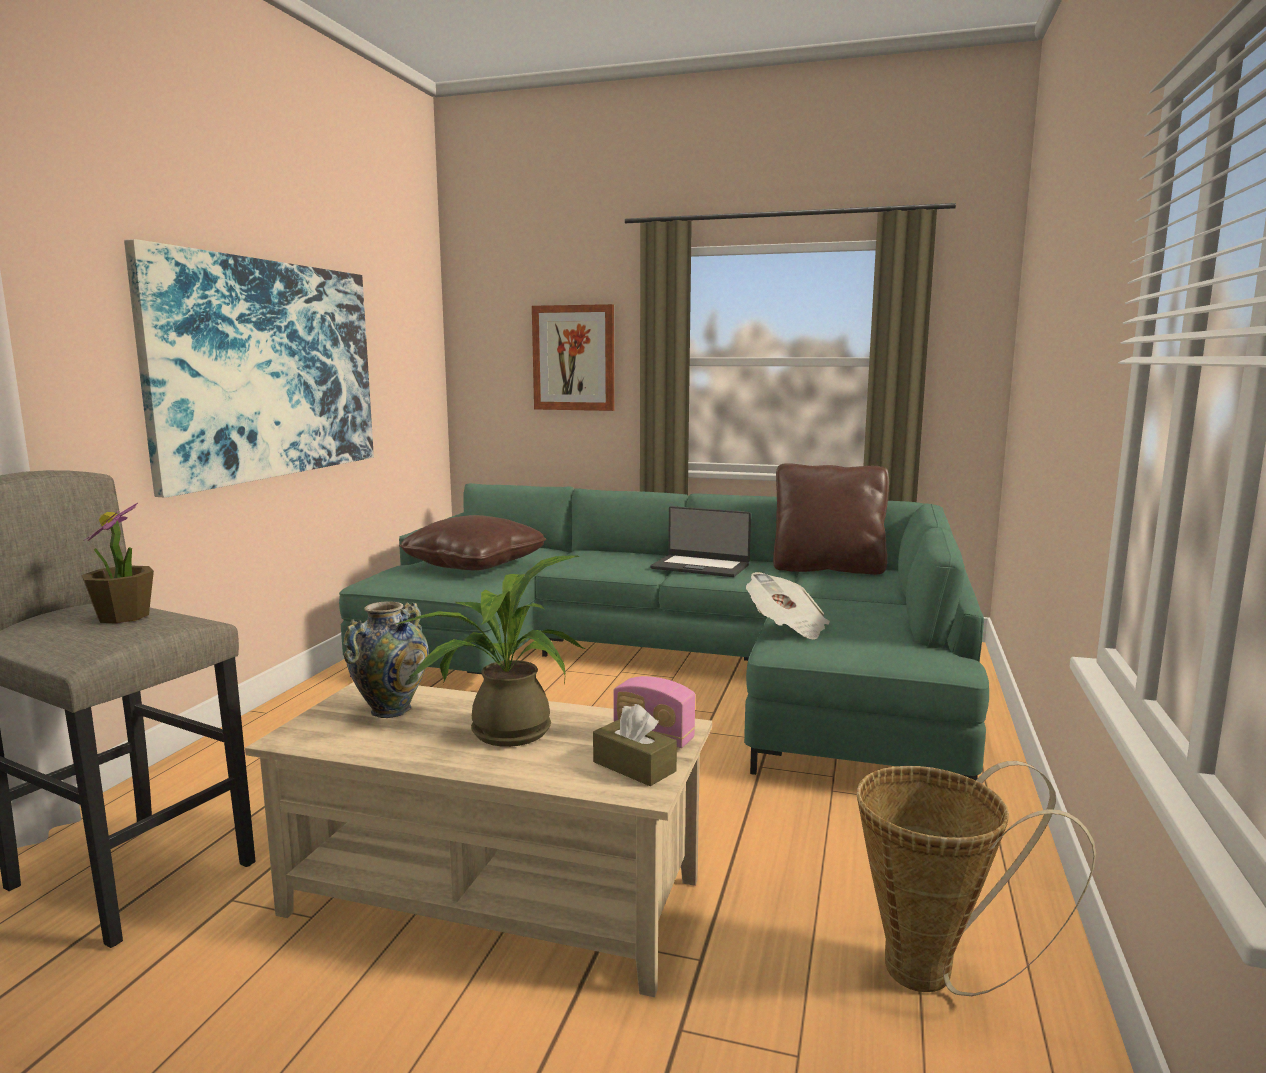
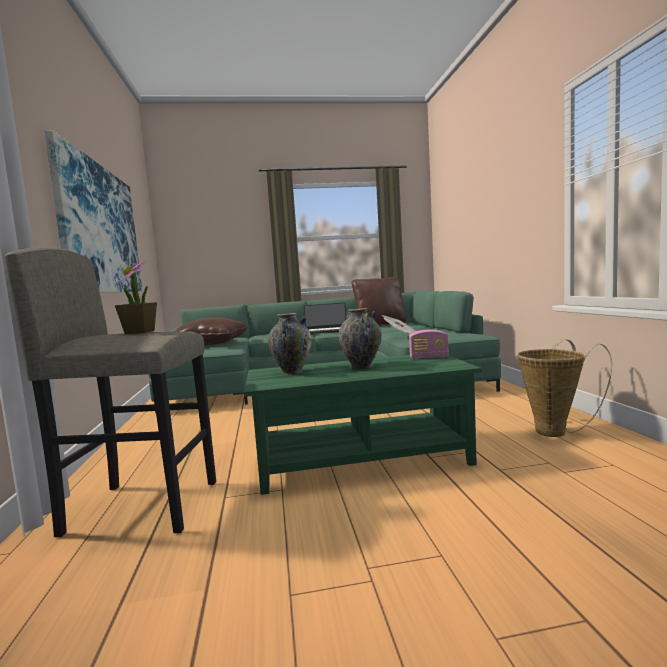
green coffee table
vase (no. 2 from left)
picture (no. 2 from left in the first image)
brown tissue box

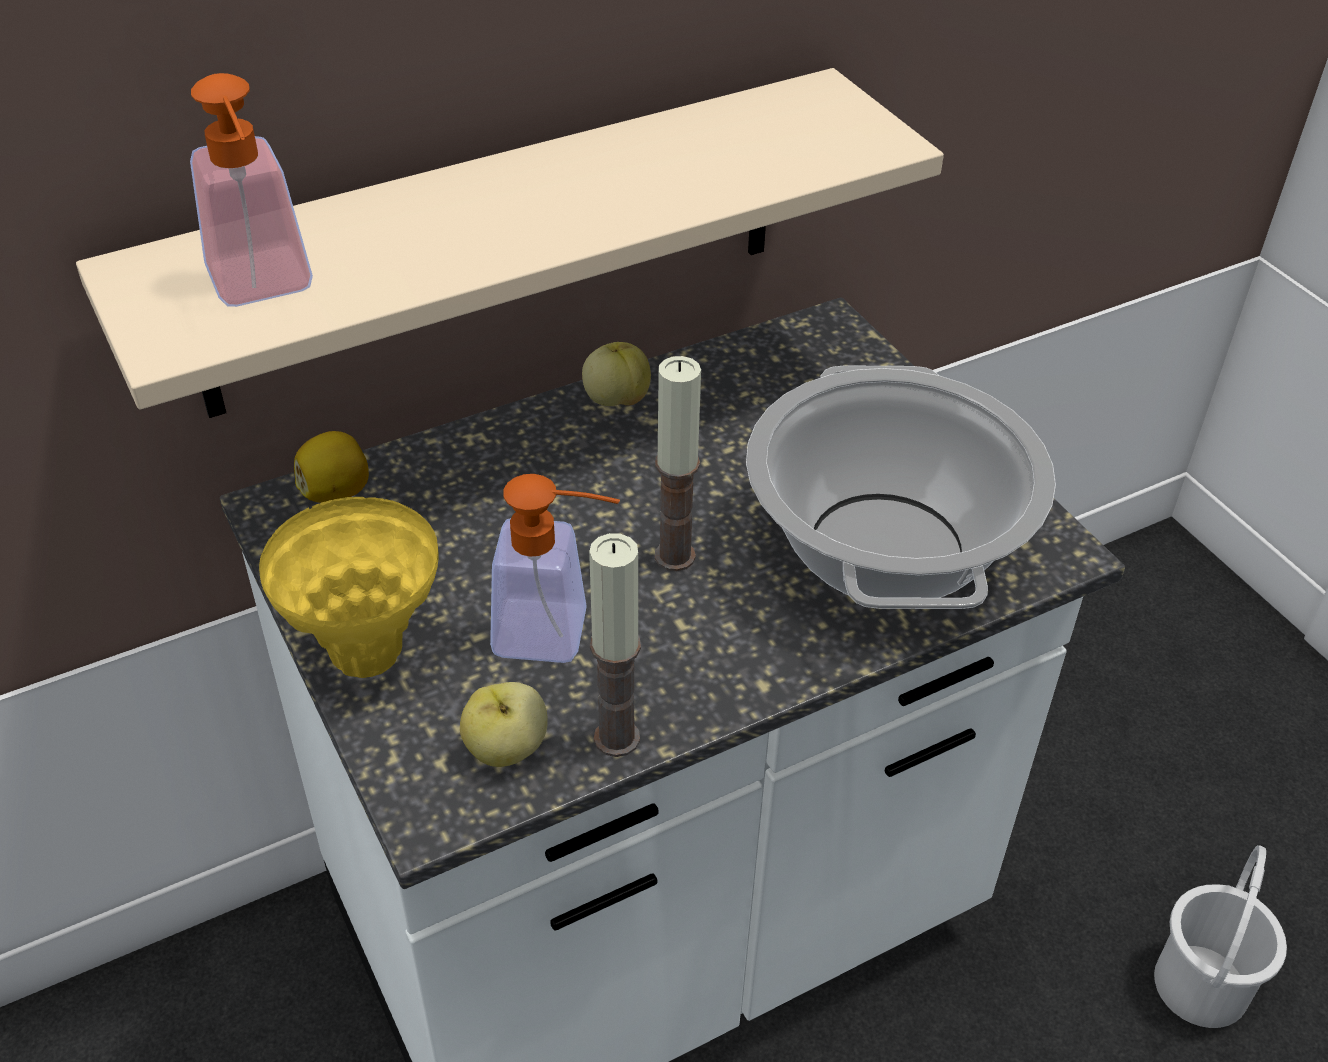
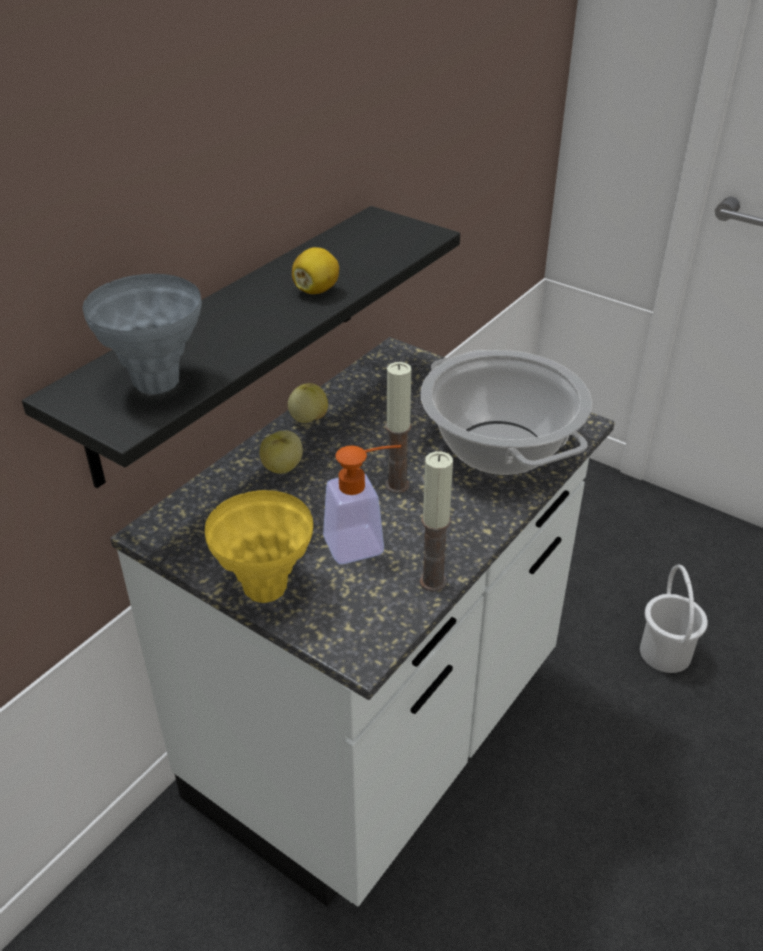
black shelf
grey vase
apple (no. 1 from left)
lemon

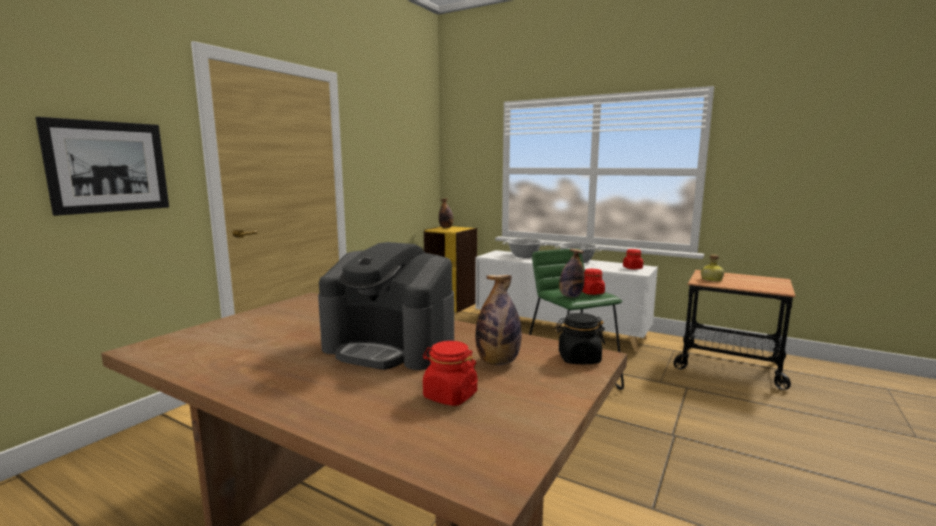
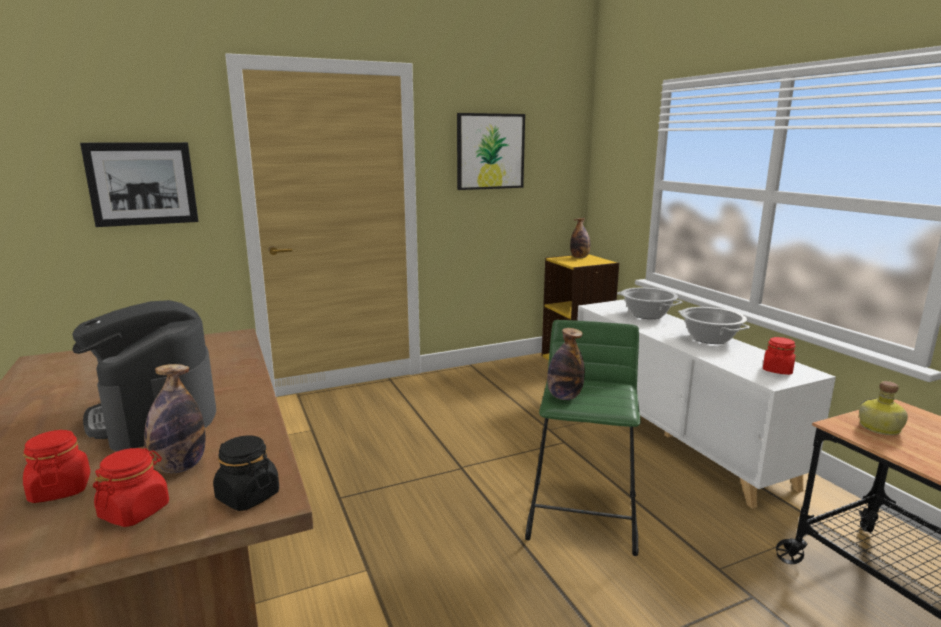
red jar (no. 2 from left)
picture (no. 2 from left)

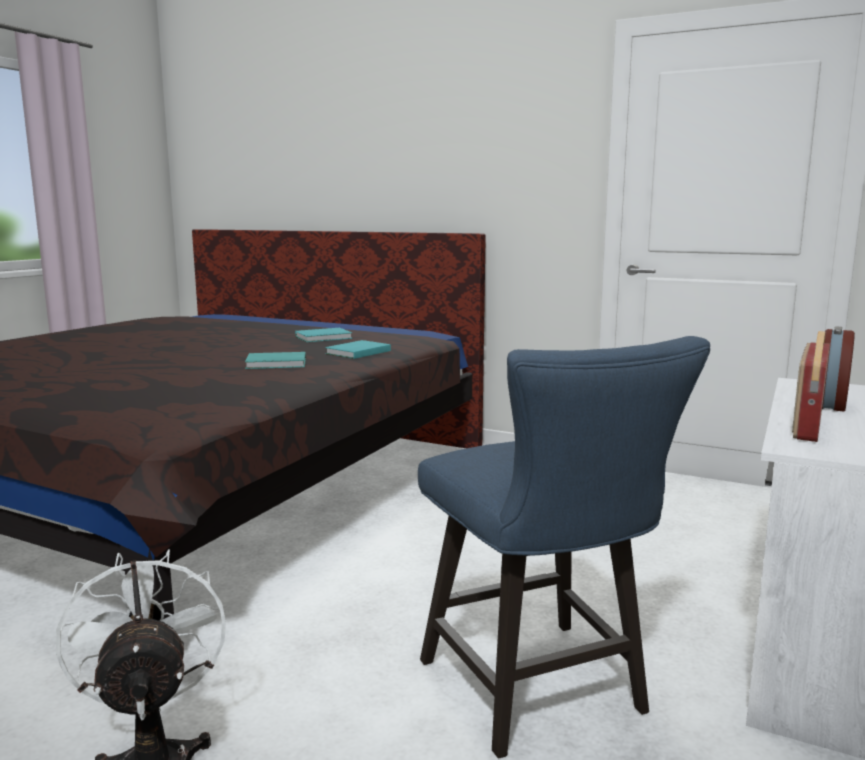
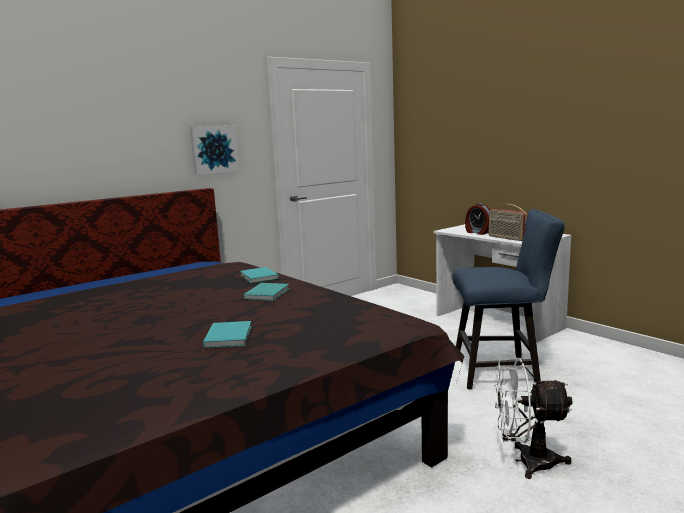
picture
turquoise book (no. 1 from left)

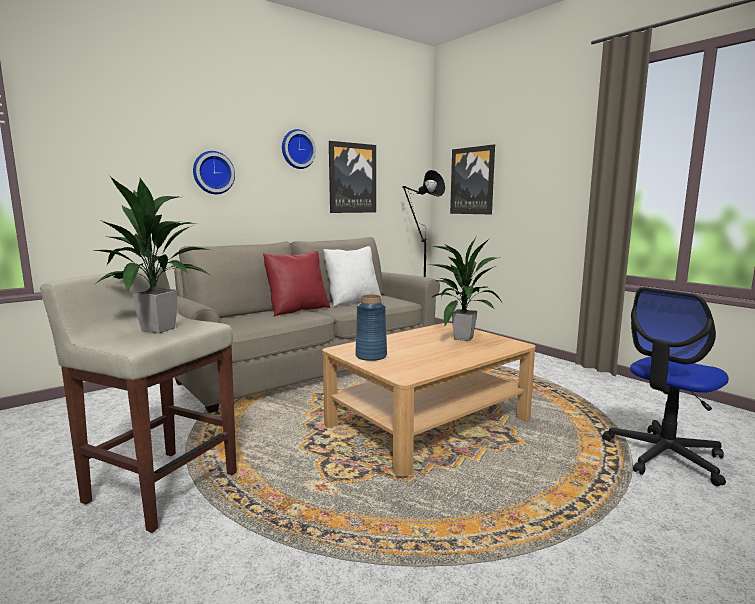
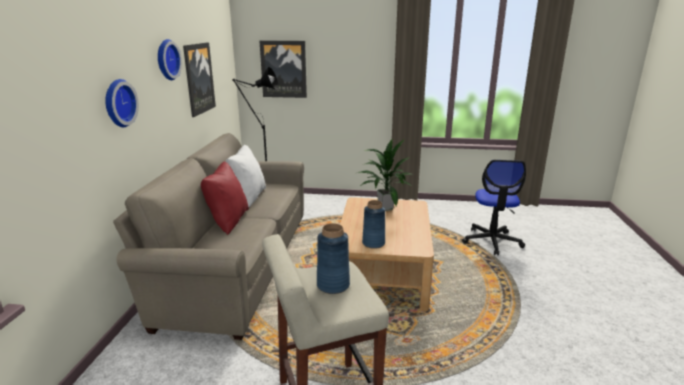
blue vase (no. 1 from left)

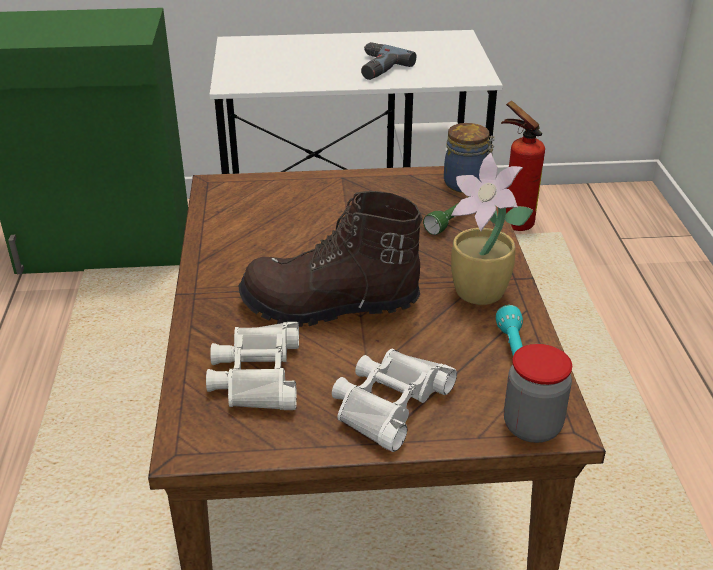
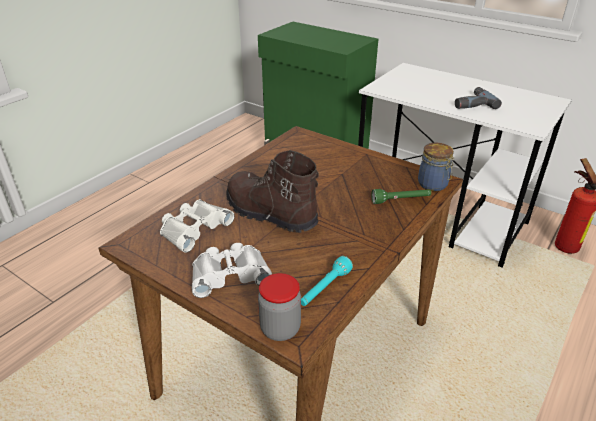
potted plant

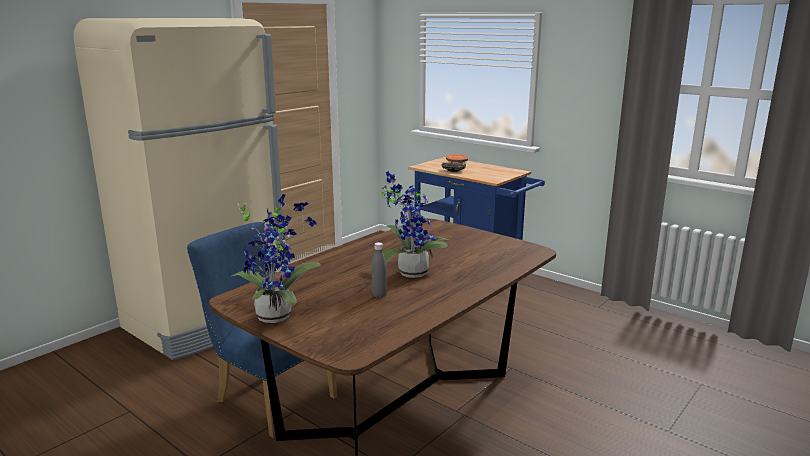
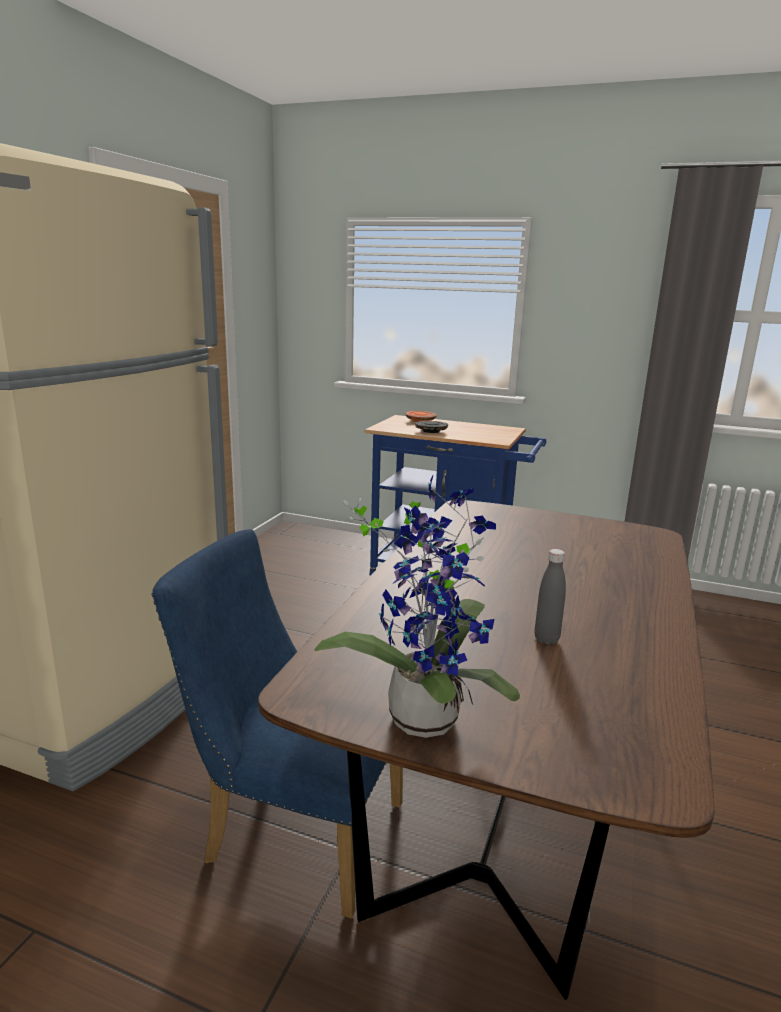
potted plant (no. 2 from left in the first image)

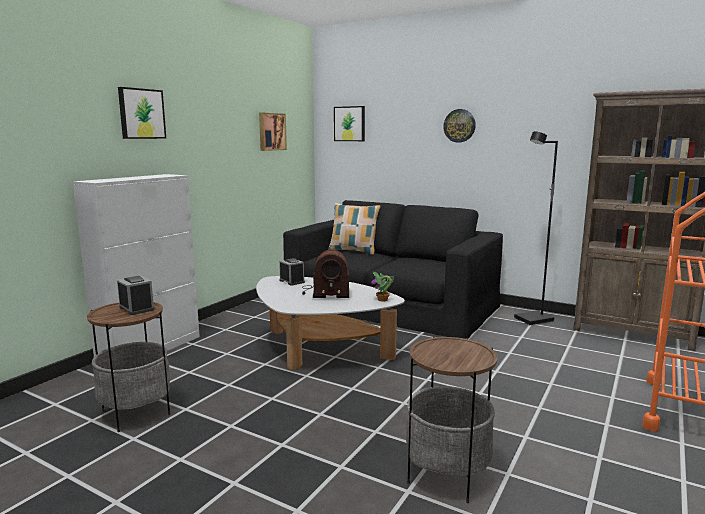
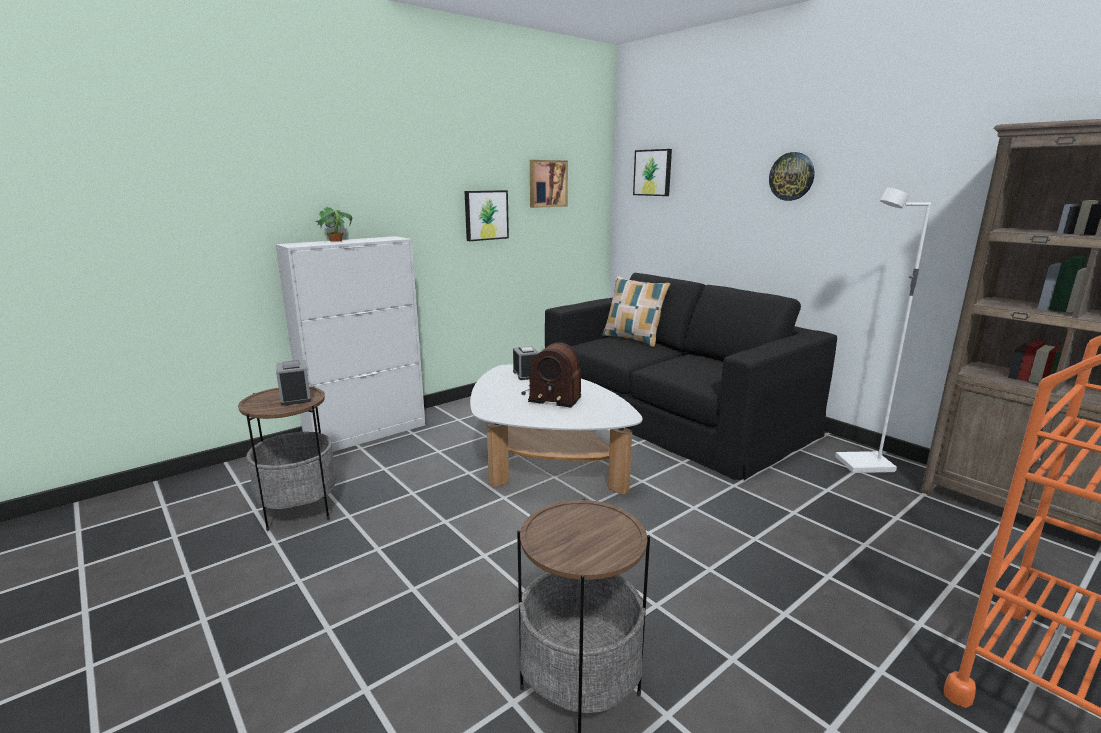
potted plant
picture (no. 1 from left)
white floor lamp

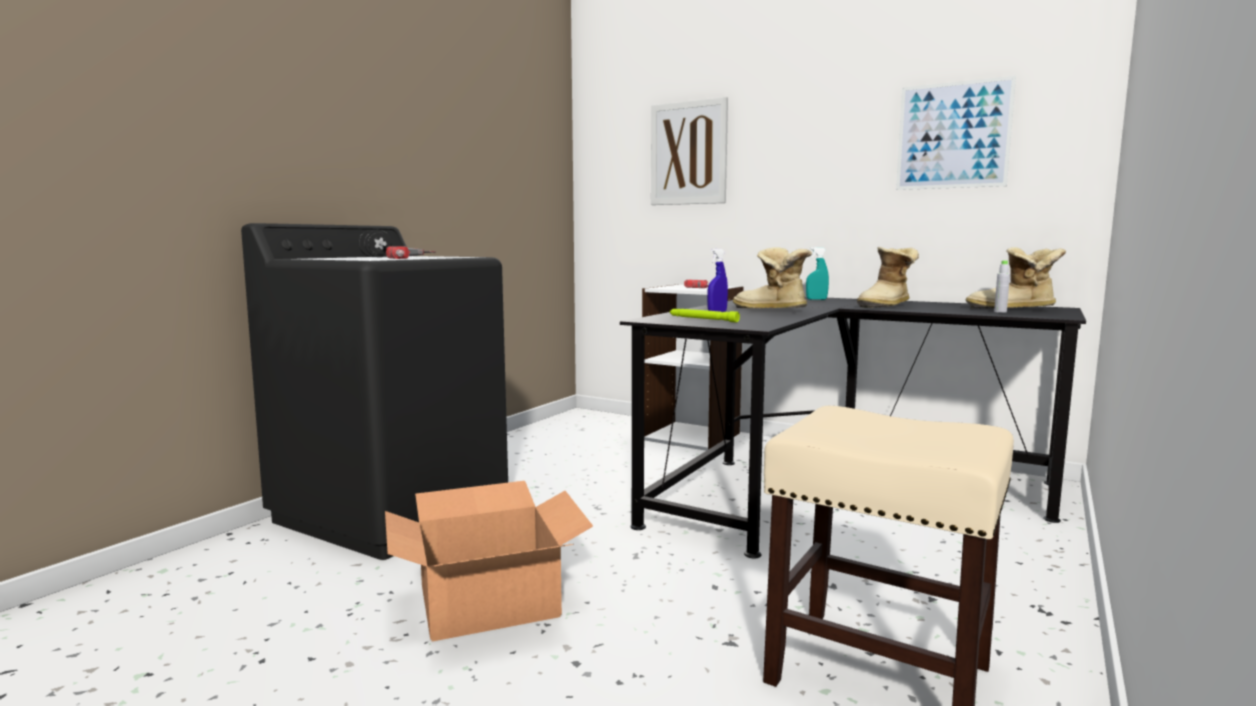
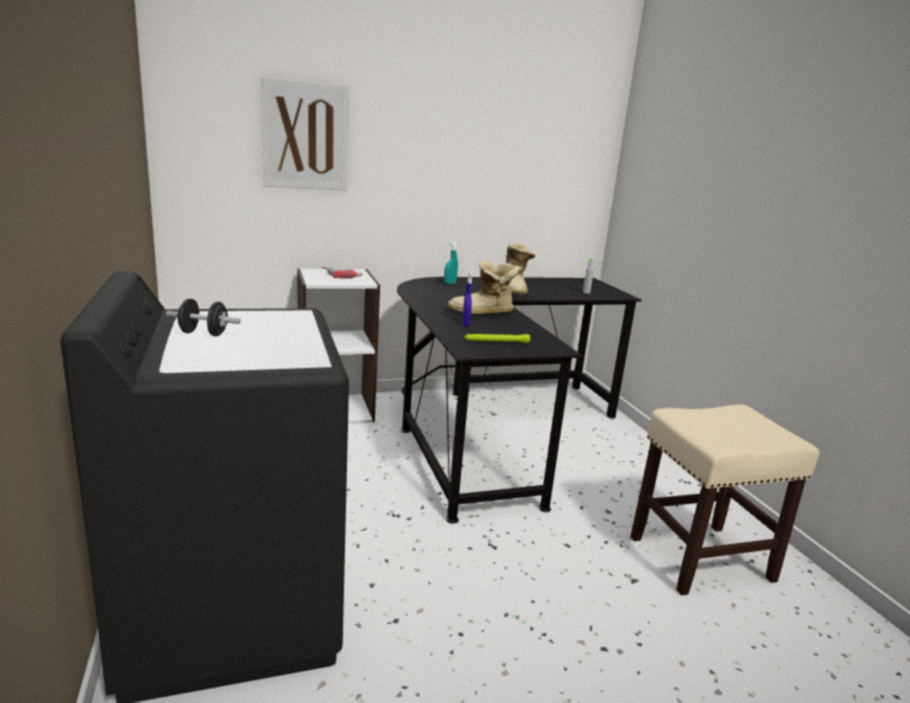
cardboard box
power drill (no. 1 from left in the first image)
picture (no. 2 from left in the first image)
boot (no. 3 from left in the first image)

